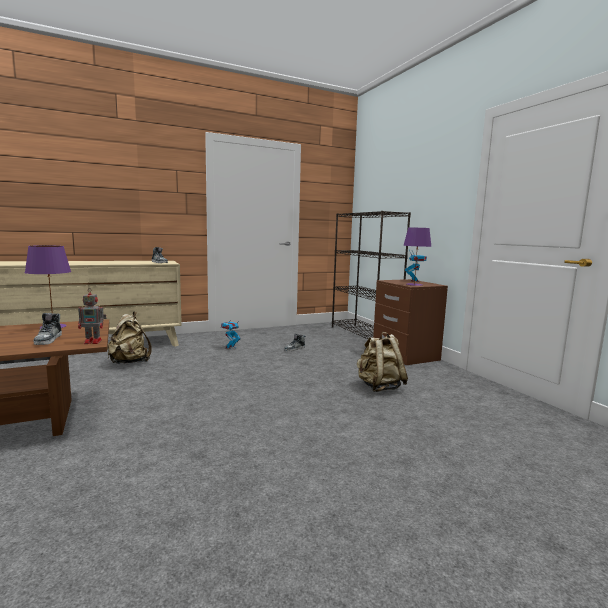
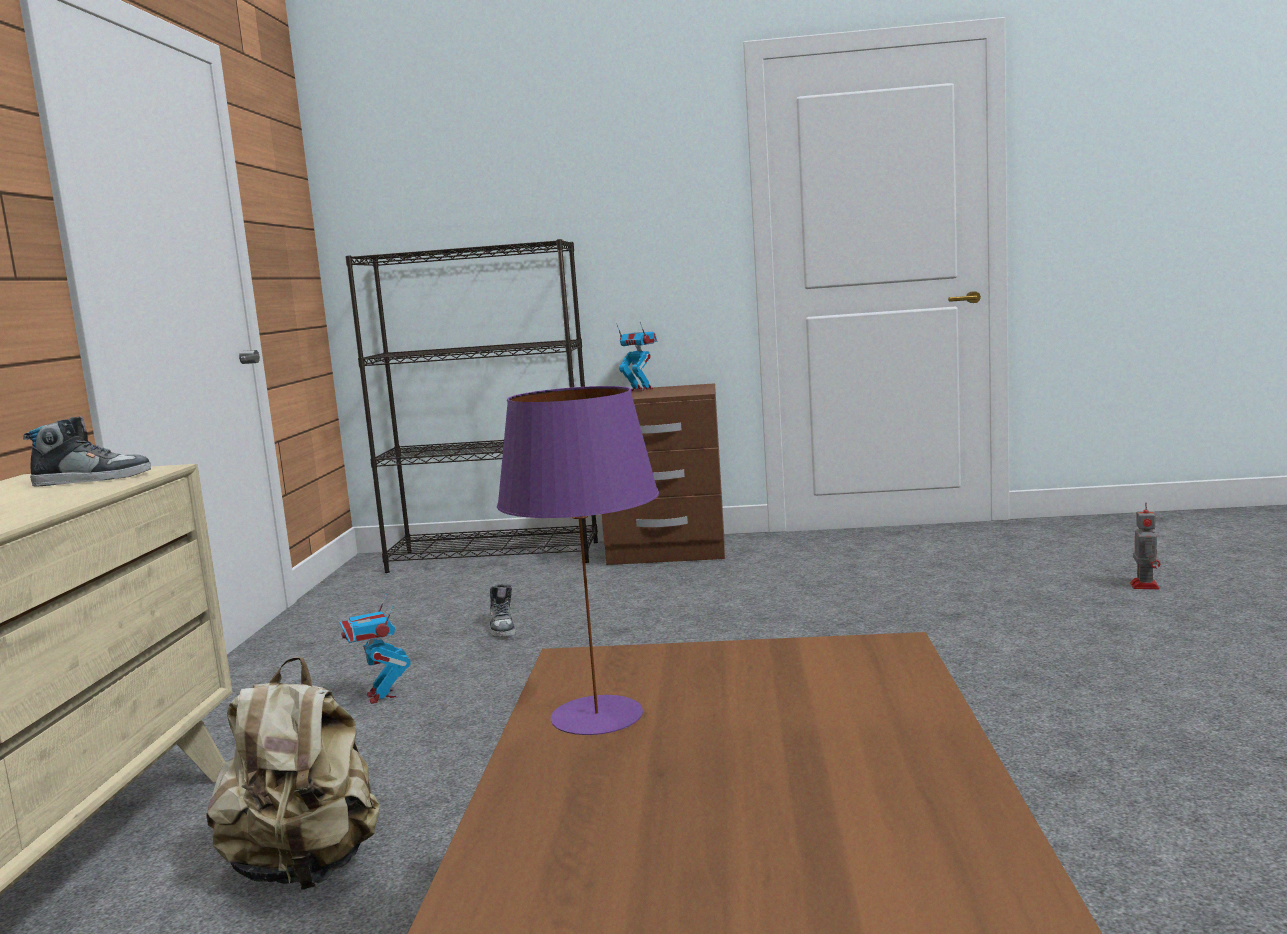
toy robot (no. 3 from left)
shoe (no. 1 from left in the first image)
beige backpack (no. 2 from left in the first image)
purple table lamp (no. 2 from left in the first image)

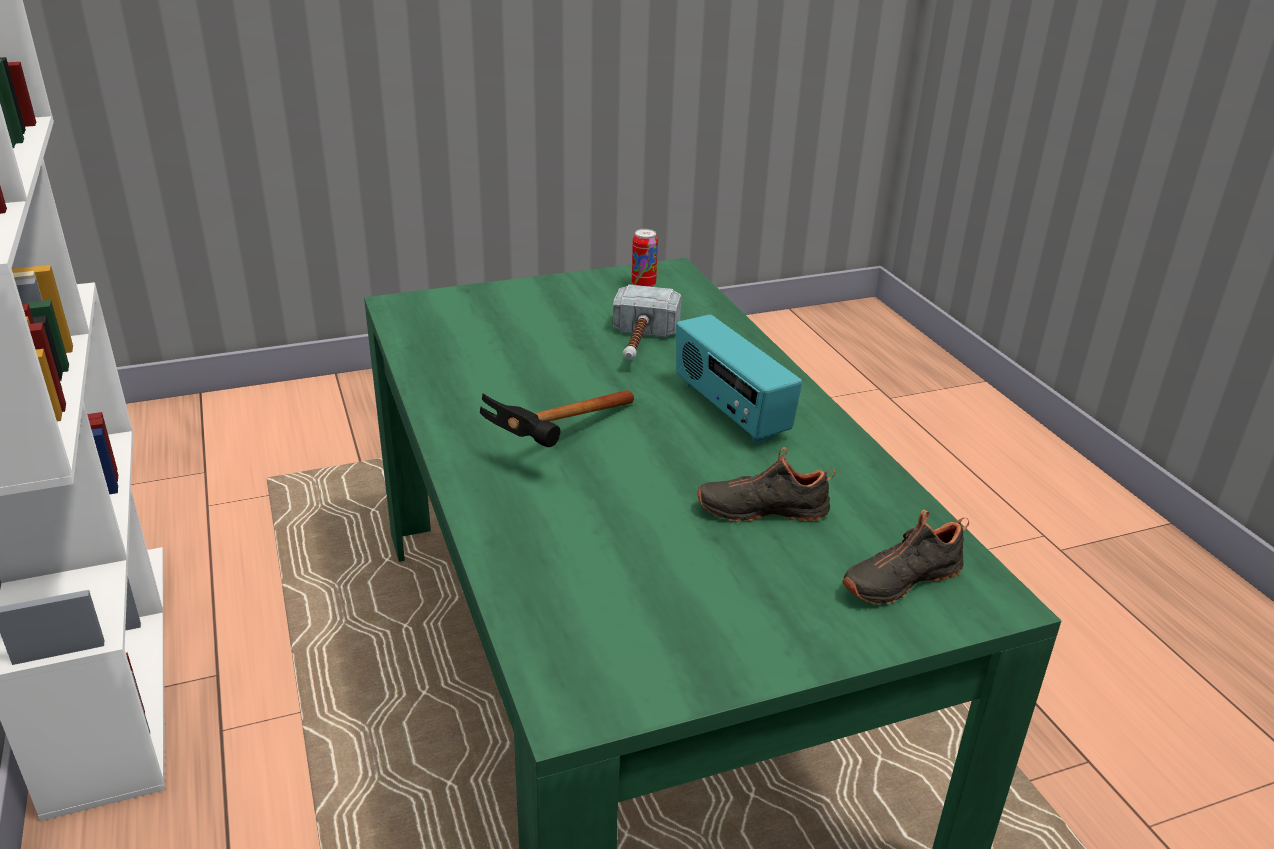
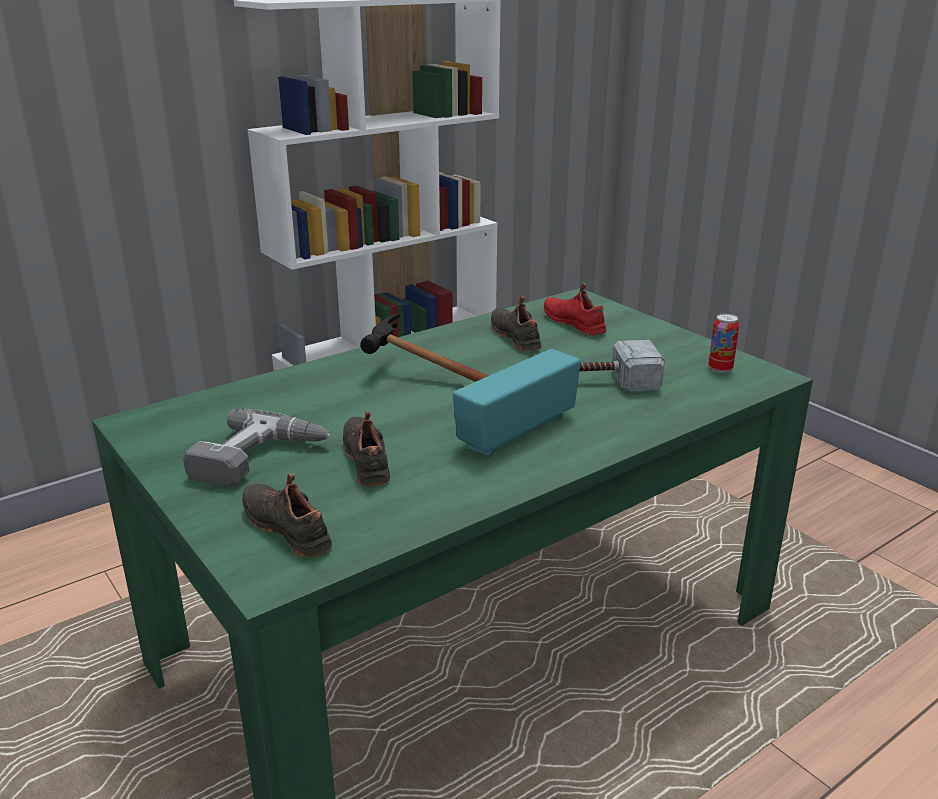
power drill
black shoe (no. 3 from left)
red shoe

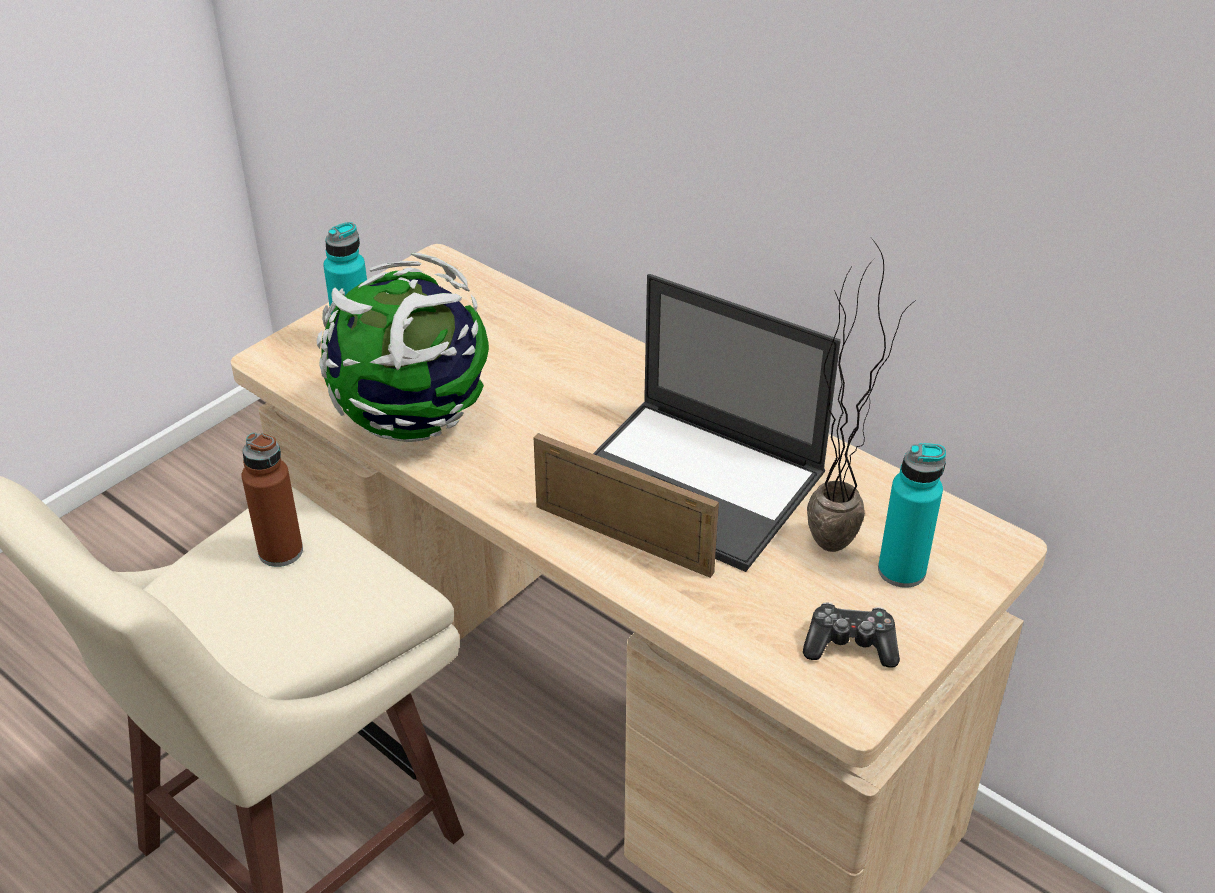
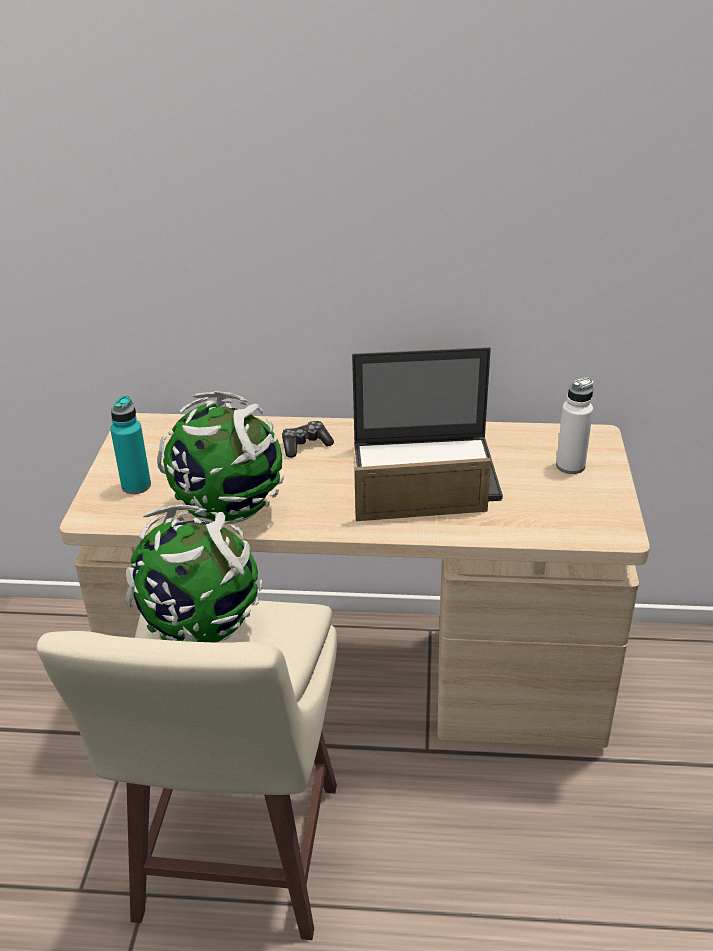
globe (no. 1 from left)
game controller
white bottle
potted plant

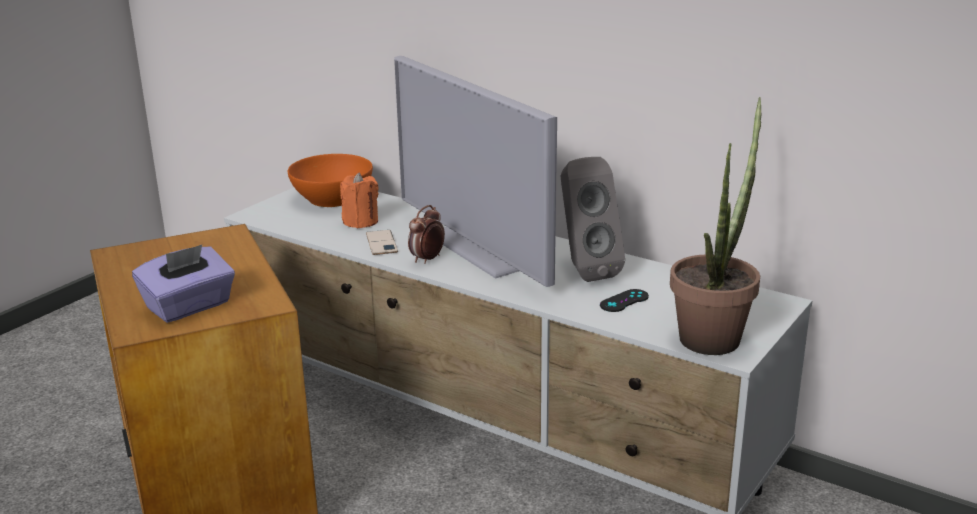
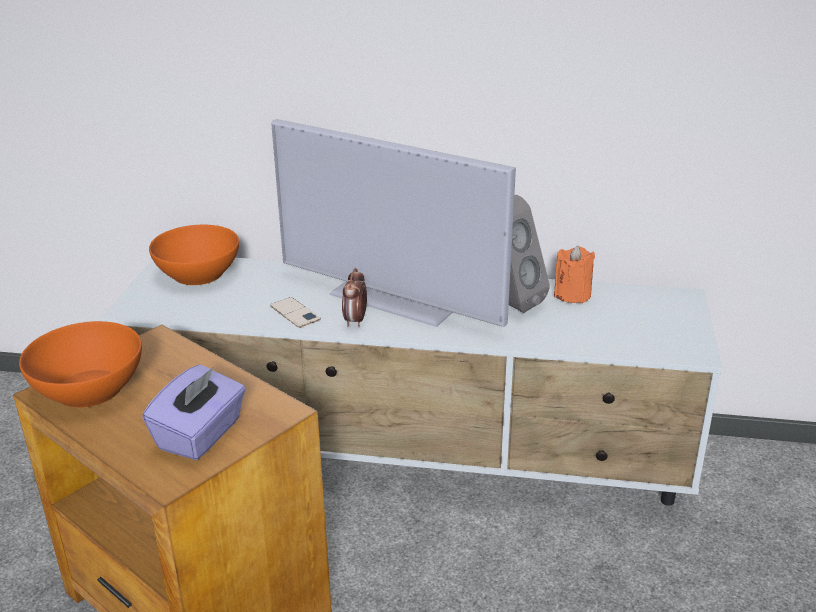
orange bowl (no. 1 from left)
orange candle
black game controller
potted plant

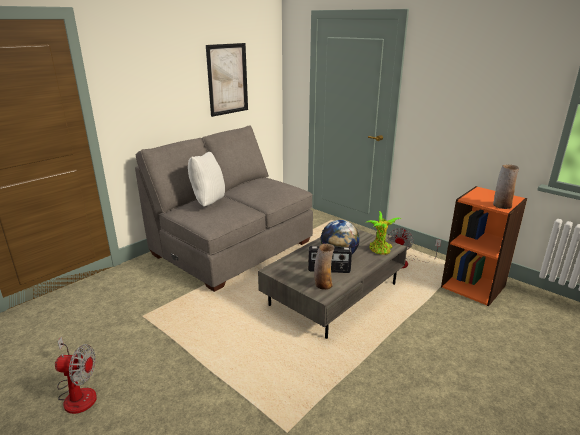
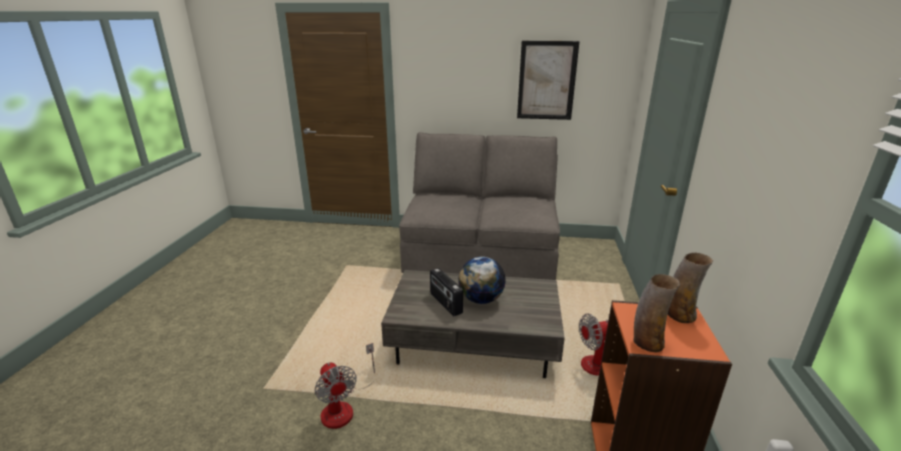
fan (no. 1 from left)
vase (no. 2 from left)
white pillow
potted plant

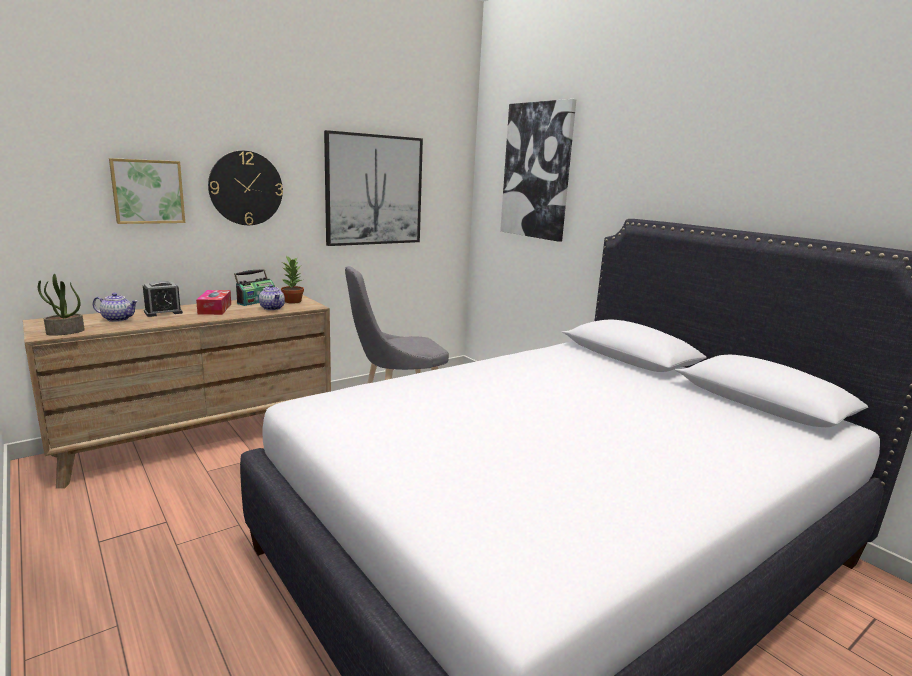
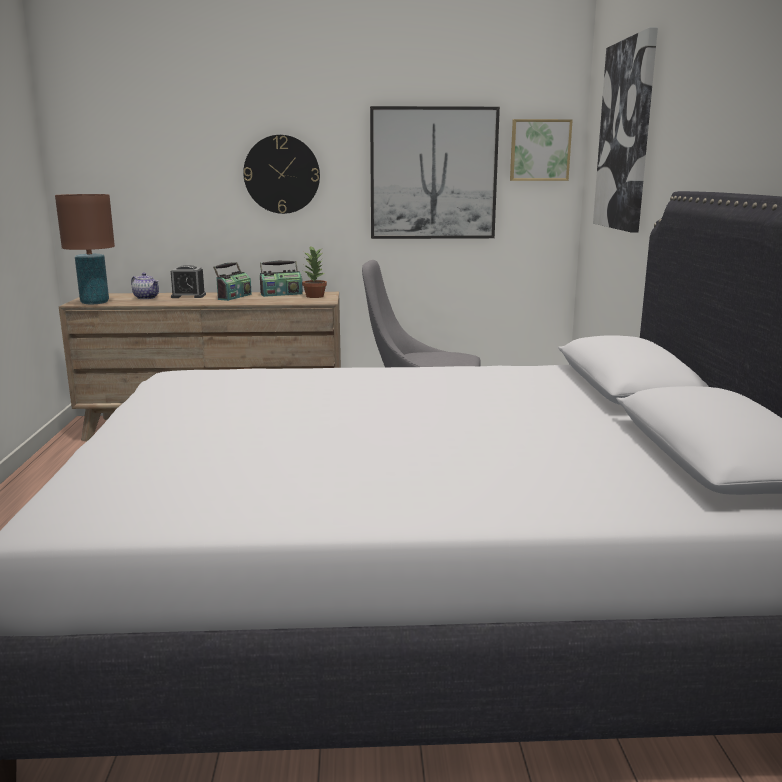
brown table lamp
radio (no. 1 from left)
picture (no. 2 from left)
teapot (no. 2 from left in the first image)

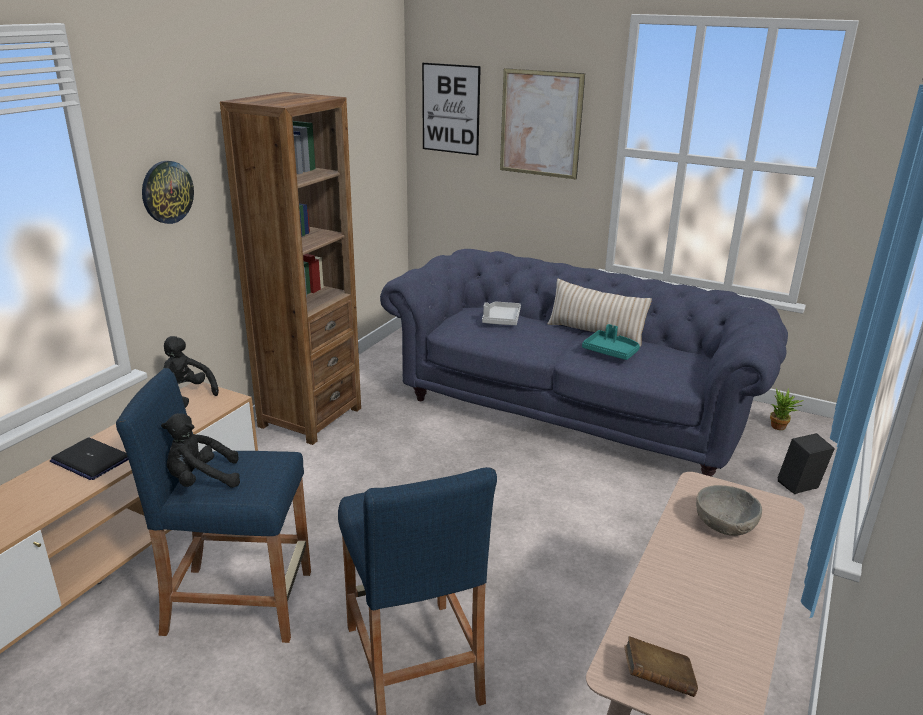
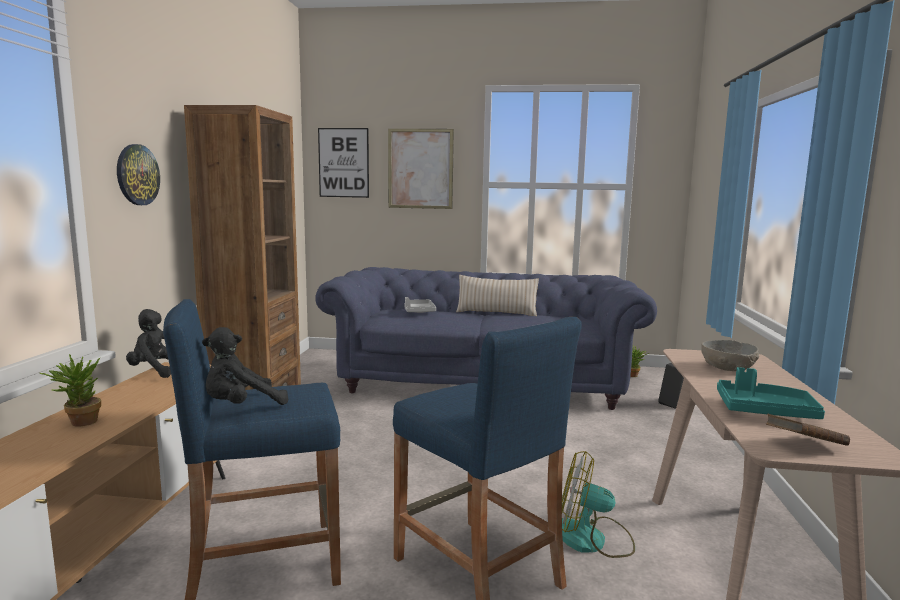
potted plant (no. 1 from left)
fan
turquoise tray

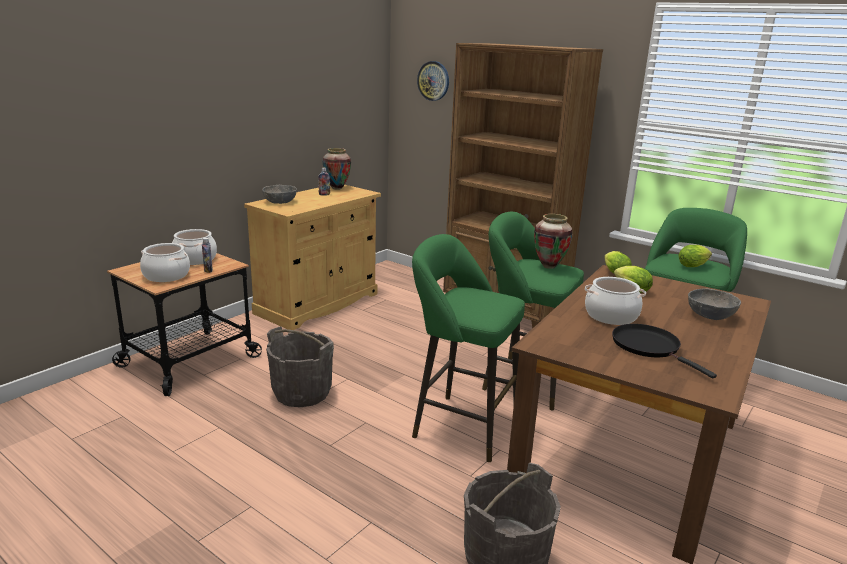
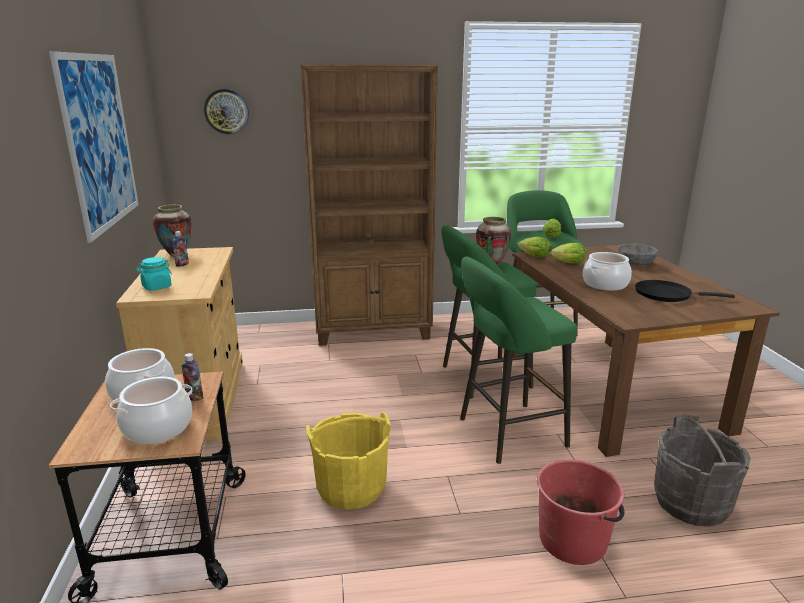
picture
turquoise jar
yellow bucket
red bucket

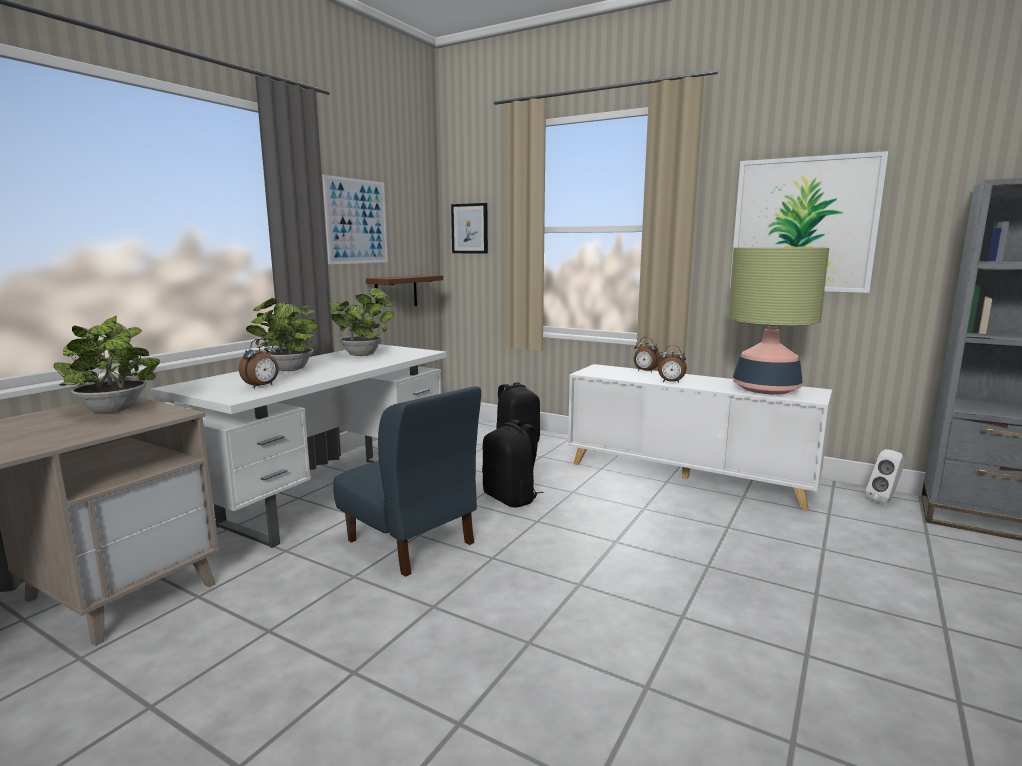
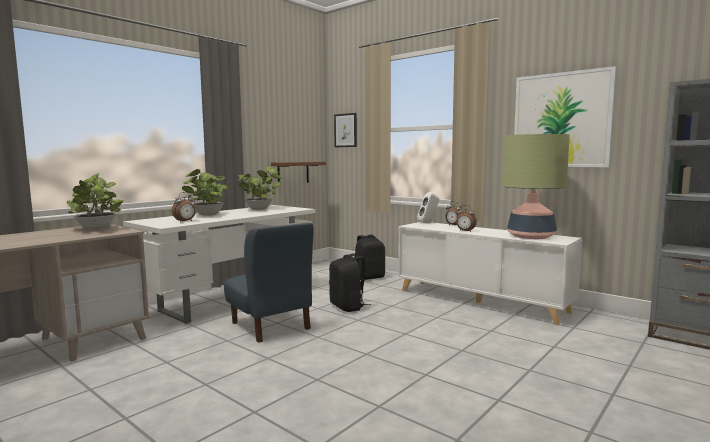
white speaker
picture (no. 1 from left in the first image)

